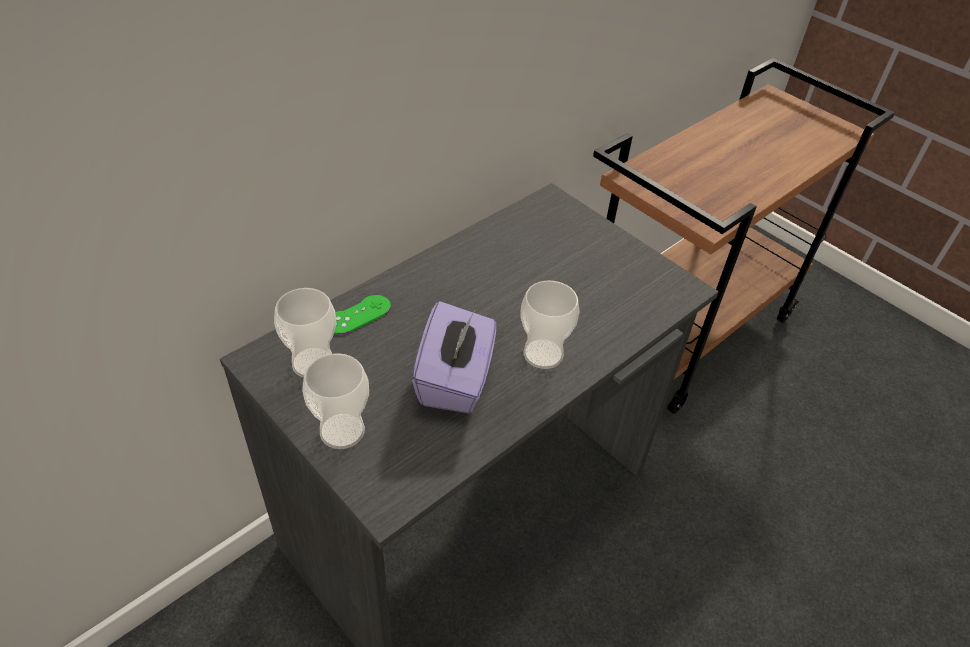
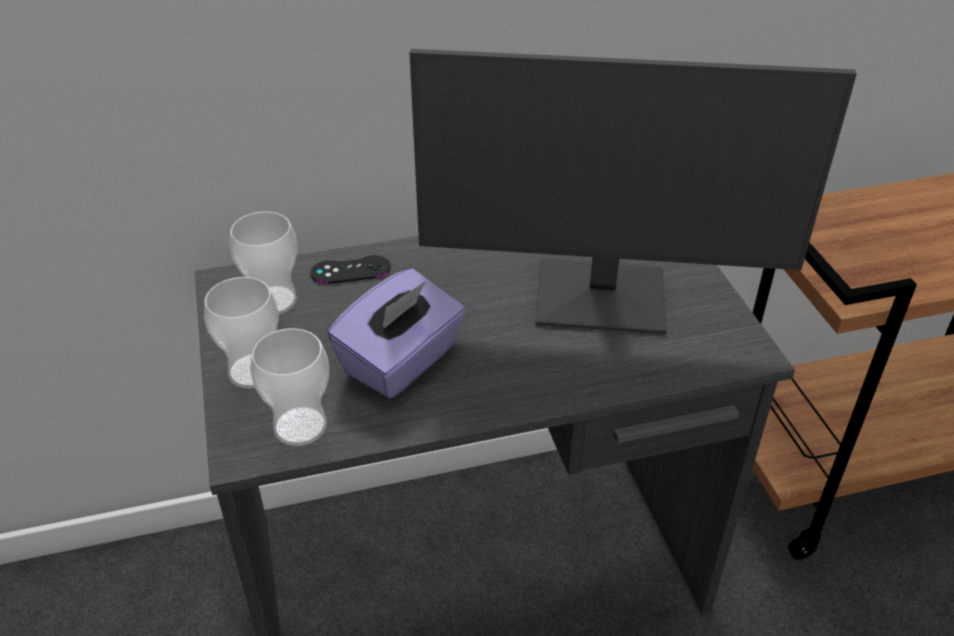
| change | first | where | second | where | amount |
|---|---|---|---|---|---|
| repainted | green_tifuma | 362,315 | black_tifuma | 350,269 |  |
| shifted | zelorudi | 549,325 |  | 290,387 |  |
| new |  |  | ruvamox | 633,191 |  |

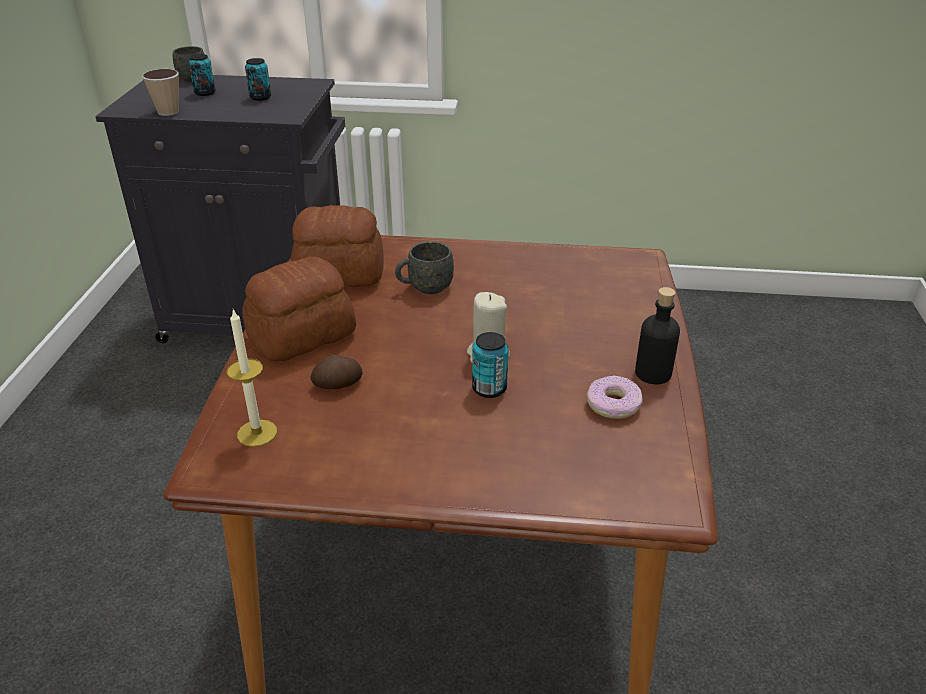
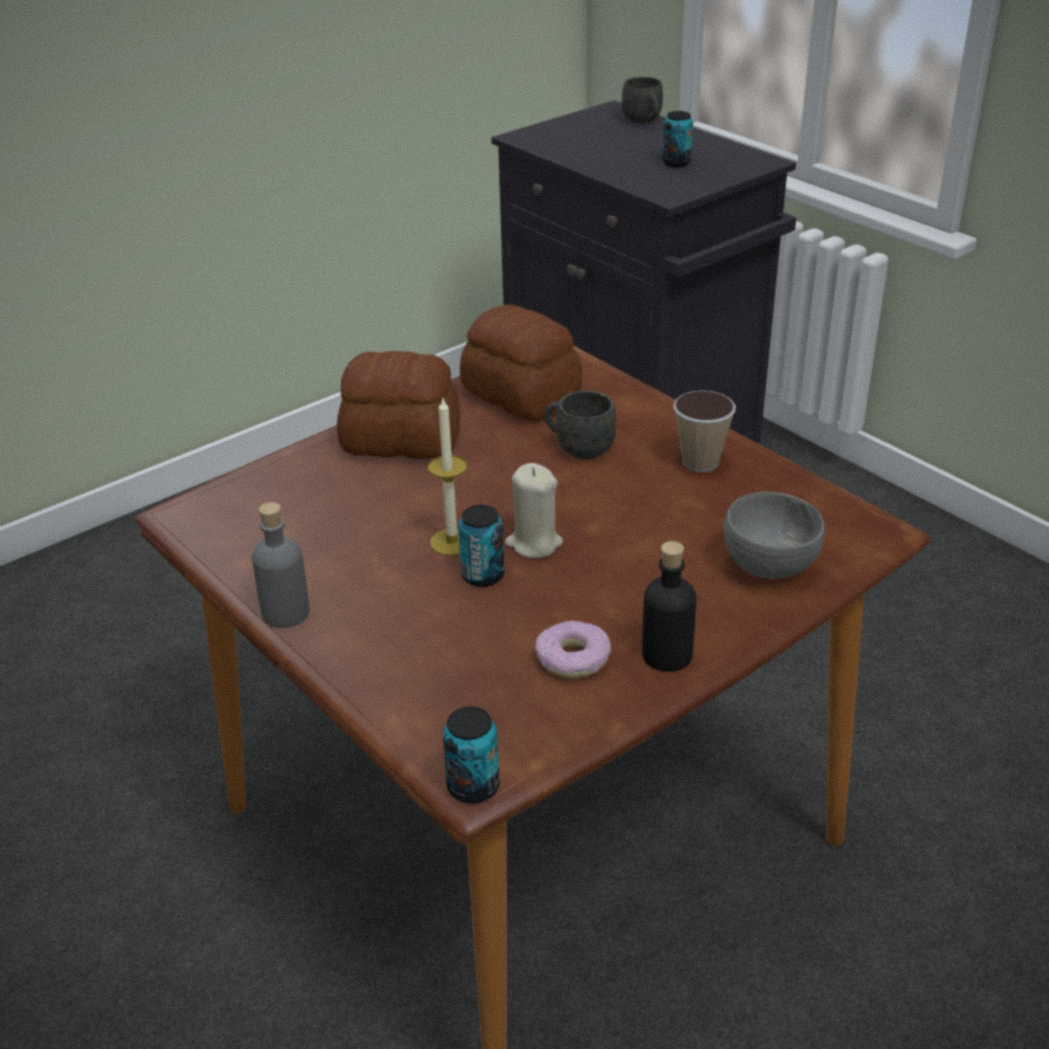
| change | first | where | second | where | amount |
|---|---|---|---|---|---|
| shifted | zelorudi | 160,92 |  | 704,431 |  |
| shifted | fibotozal | 202,75 |  | 471,755 |  |
| shifted | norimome | 252,378 |  | 447,476 |  |
| gone | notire | 336,372 |  |  |  |
| new |  |  | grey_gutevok | 281,565 |  |
| new |  |  | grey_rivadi | 774,535 |  |

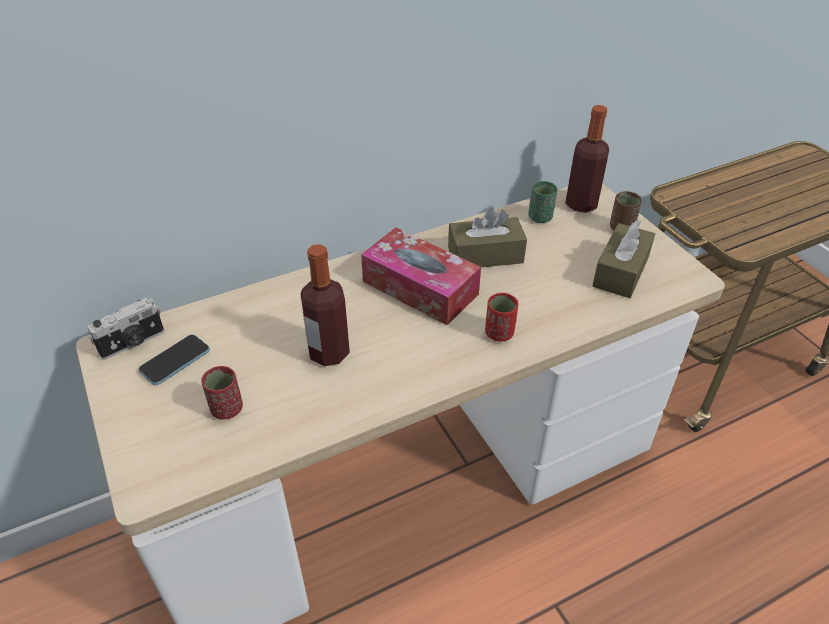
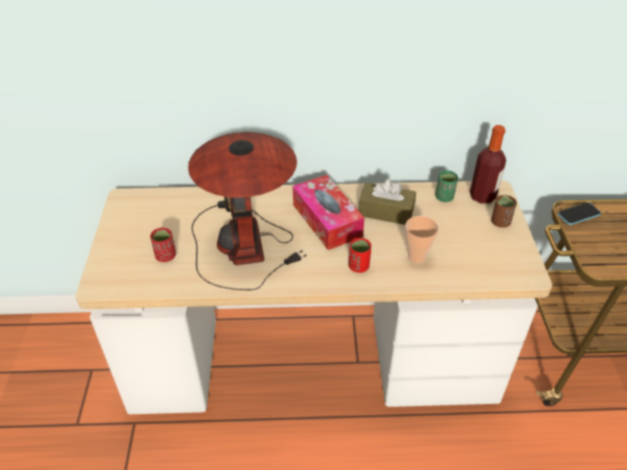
| change | first | where | second | where | amount |
|---|---|---|---|---|---|
| gone | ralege | 125,329 |  |  |  |
| shifted | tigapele | 174,360 |  | 579,213 |  |
| swapped | gutevok | 325,305 | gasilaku | 247,211 |  |
| gone | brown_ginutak | 623,258 |  |  |  |
| new |  |  | zelorudi | 422,239 |  |

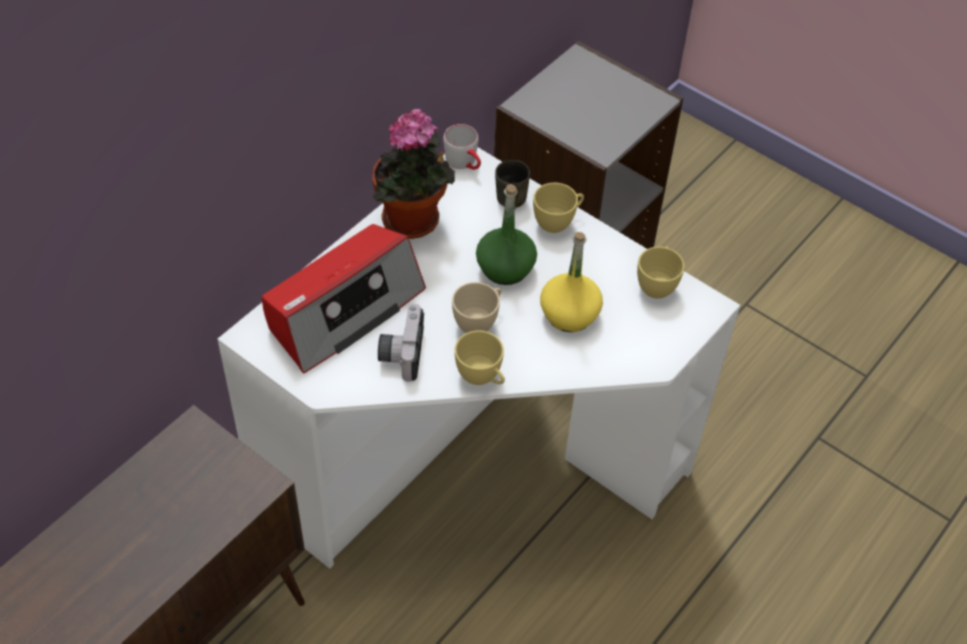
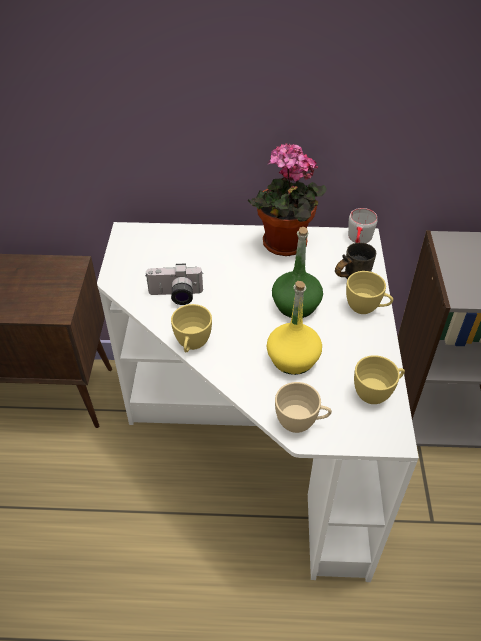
| change | first | where | second | where | amount |
|---|---|---|---|---|---|
| gone | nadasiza | 343,298 |  |  |  |
| rotated | ralege | 401,342 |  | 174,284 | 150 degrees counterclockwise |
| shifted | beige_zelorudi | 476,307 |  | 303,407 |  |

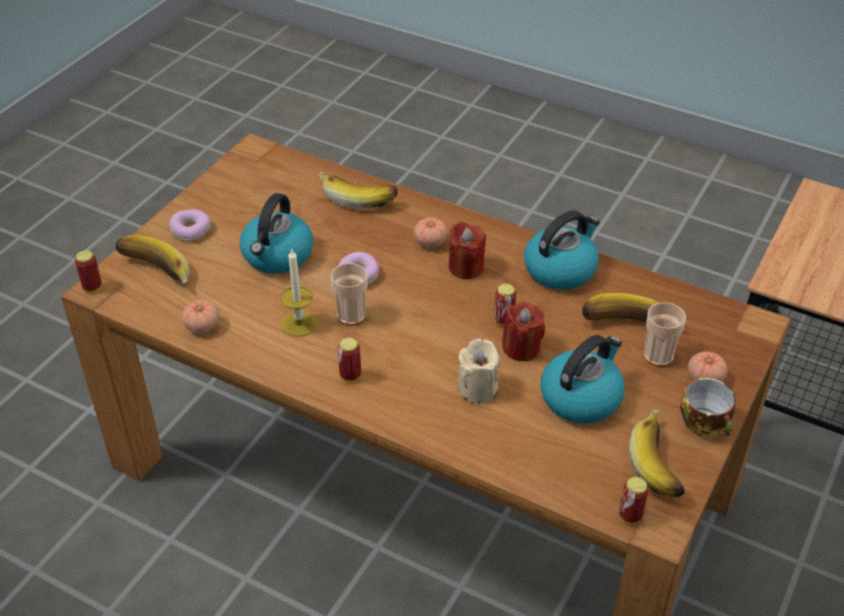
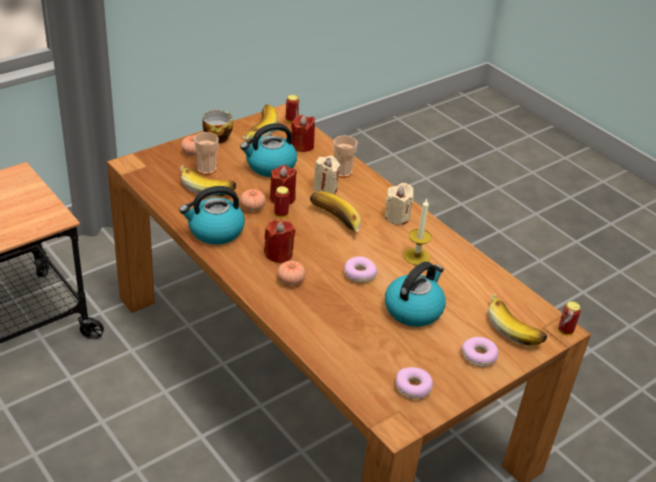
| change | first | where | second | where | amount |
|---|---|---|---|---|---|
| shifted | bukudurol | 201,316 |  | 253,200 |  |
| shifted | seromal | 358,190 |  | 335,212 |  |
| shifted | zelorudi | 349,294 |  | 345,157 |  |
| swapped | fibotozal | 349,360 | beige_norimome | 399,204 |  |
| new |  |  | red_norimome | 303,133 |  |
| new |  |  | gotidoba | 414,383 |  |

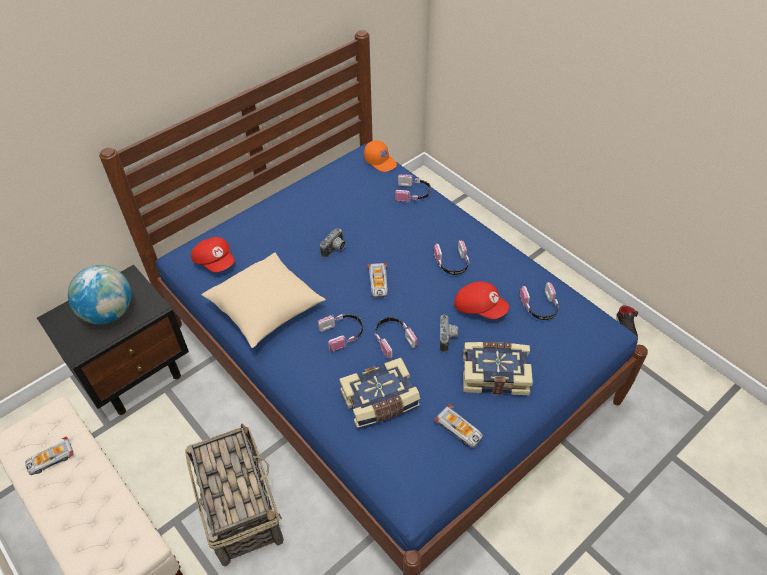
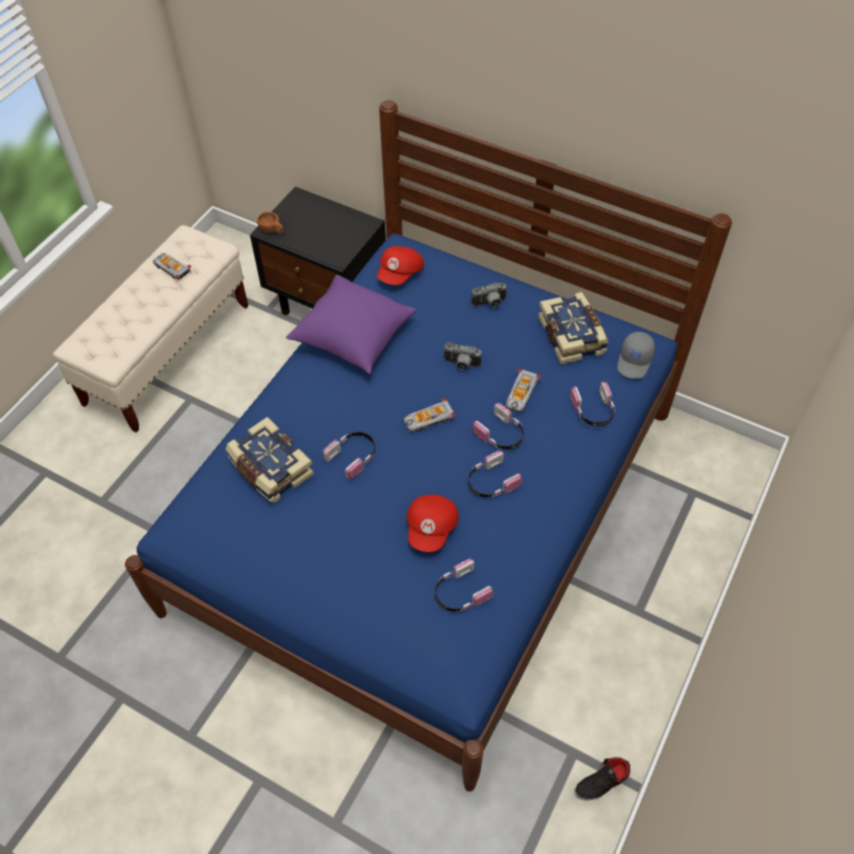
| change | first | where | second | where | amount |
|---|---|---|---|---|---|
| gone | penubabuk | 99,294 |  |  |  |
| gone | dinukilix | 234,495 |  |  |  |
| repainted | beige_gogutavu | 264,300 | purple_gogutavu | 351,324 |  |
| shifted | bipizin | 340,333 |  | 498,426 |  |
| repainted | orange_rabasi | 380,156 | grey_rabasi | 636,355 |  |
| shifted | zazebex | 458,426 |  | 523,391 |  |
| shifted | ralege | 449,333 |  | 490,294 |  |
| shifted | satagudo | 498,368 |  | 573,328 |  |
| new |  |  | brown_zelorudi | 270,223 |  |

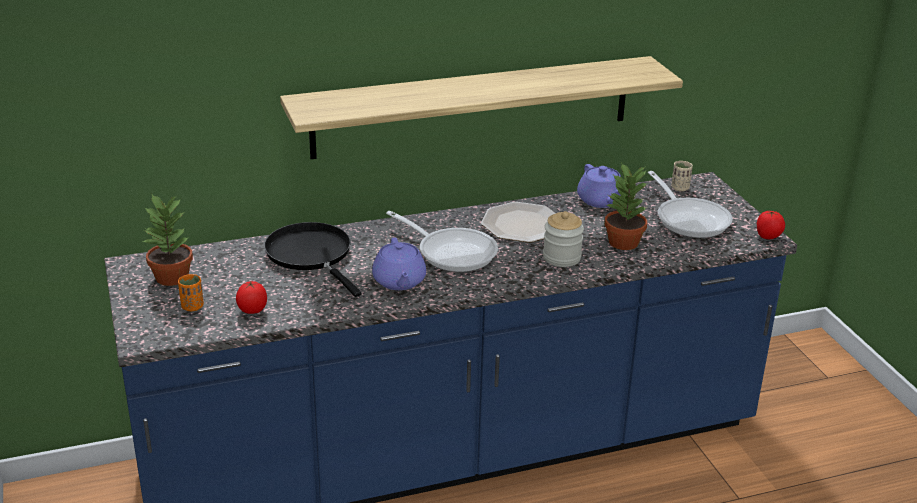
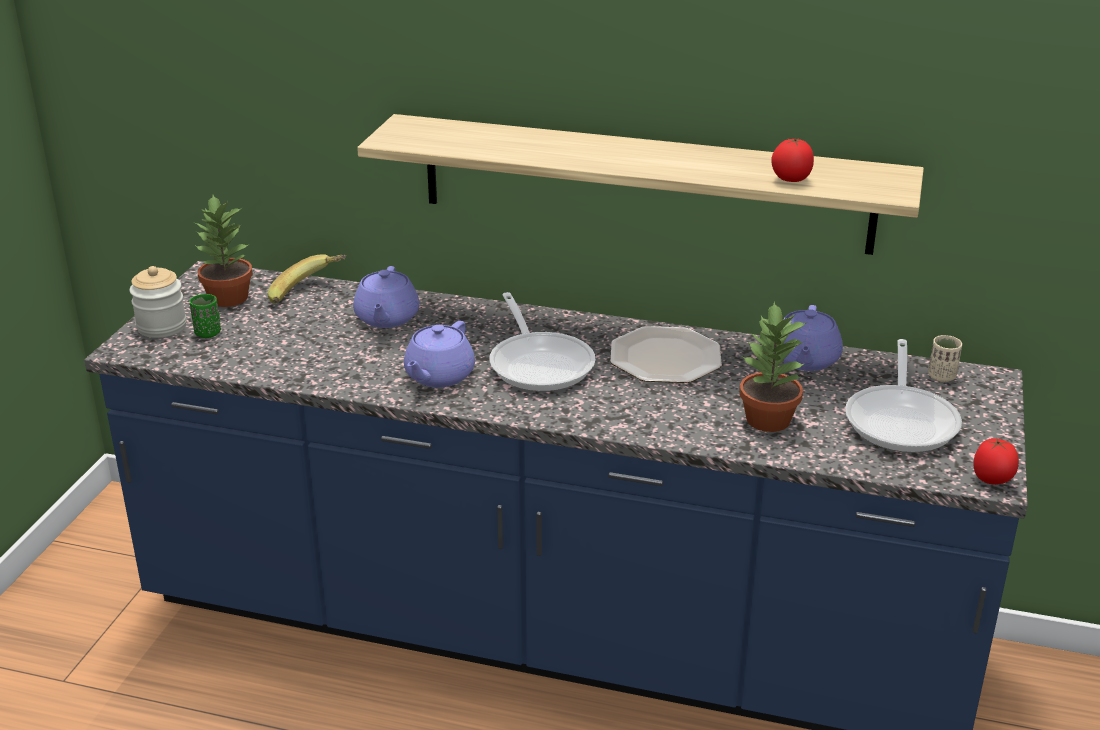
| change | first | where | second | where | amount |
|---|---|---|---|---|---|
| repainted | orange_zelorudi | 191,292 | green_zelorudi | 205,316 |  |
| shifted | bukudurol | 251,297 |  | 792,160 |  |
| swapped | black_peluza | 313,259 | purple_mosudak | 386,297 |  |
| shifted | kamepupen | 563,239 |  | 158,302 |  |
| new |  |  | seromal | 306,279 |  |

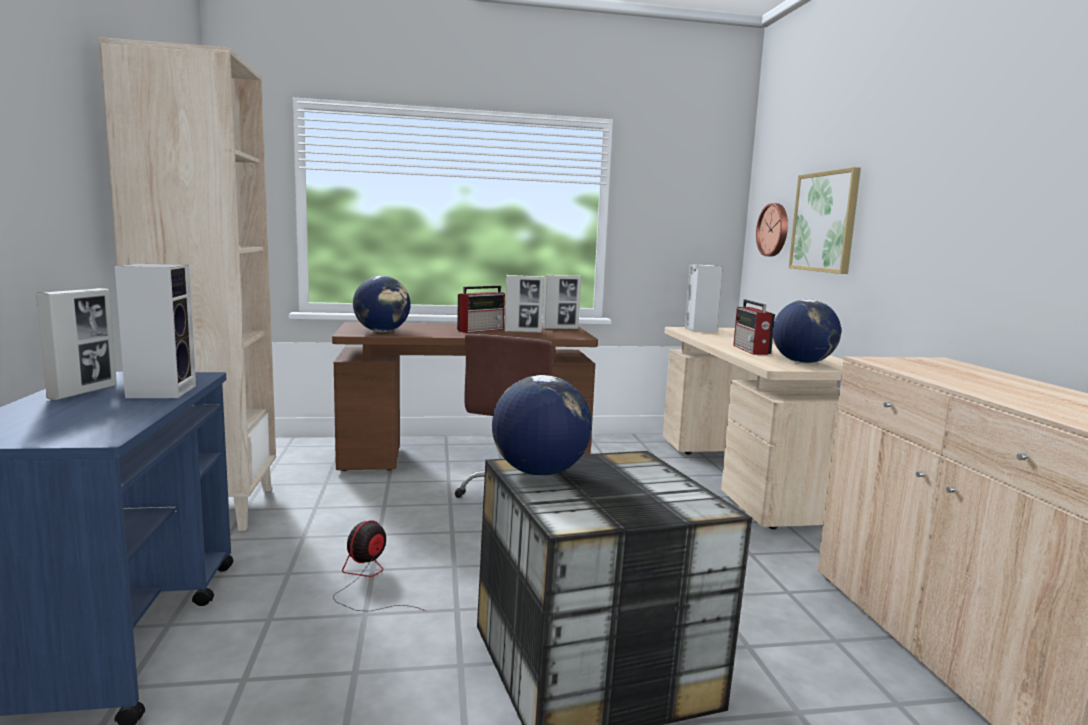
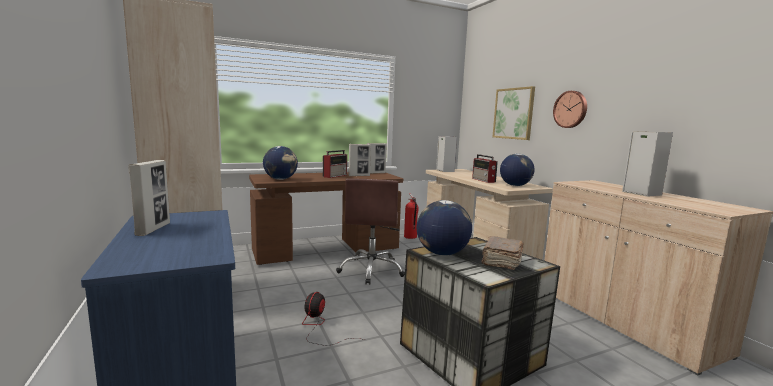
| change | first | where | second | where | amount |
|---|---|---|---|---|---|
| shifted | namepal | 155,330 |  | 647,164 |  |
| shifted | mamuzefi | 772,229 |  | 570,109 |  |
| new |  |  | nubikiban | 411,216 |  |
| new |  |  | brown_satagudo | 502,253 |  |

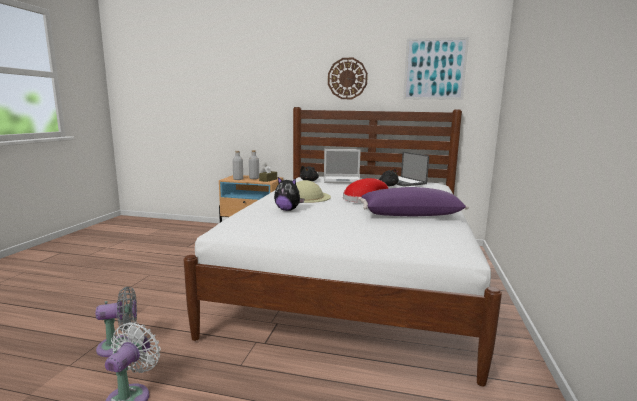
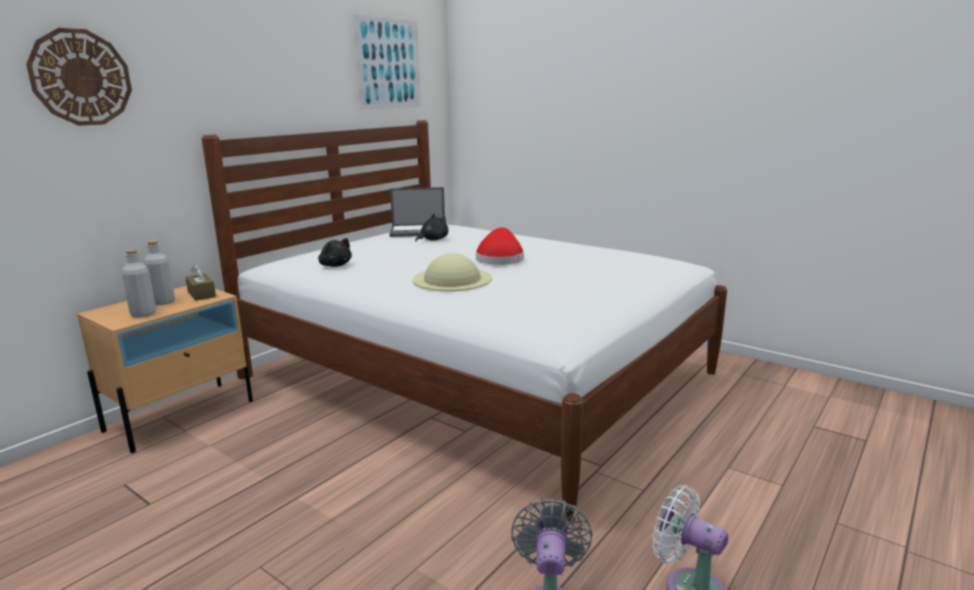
| change | first | where | second | where | amount |
|---|---|---|---|---|---|
| gone | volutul | 289,194 |  |  |  |
| gone | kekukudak | 342,166 |  |  |  |
| shifted | mamuzefi | 348,78 |  | 79,77 |  |
| gone | purple_gogutavu | 413,201 |  |  |  |

